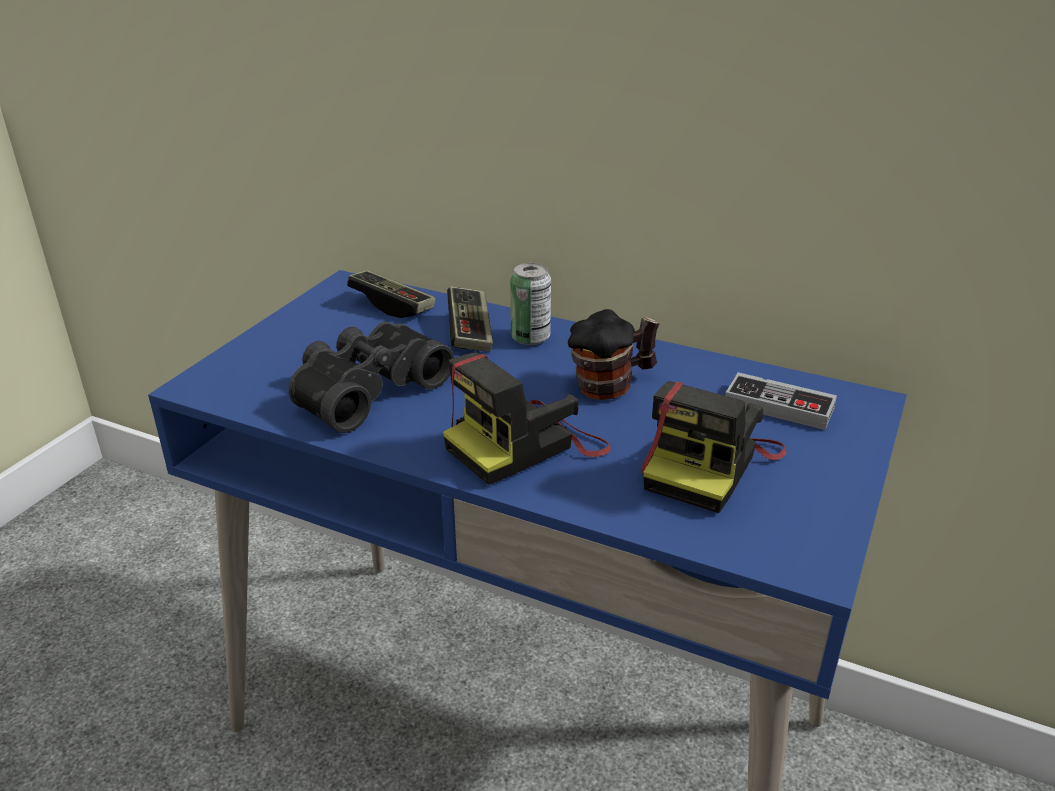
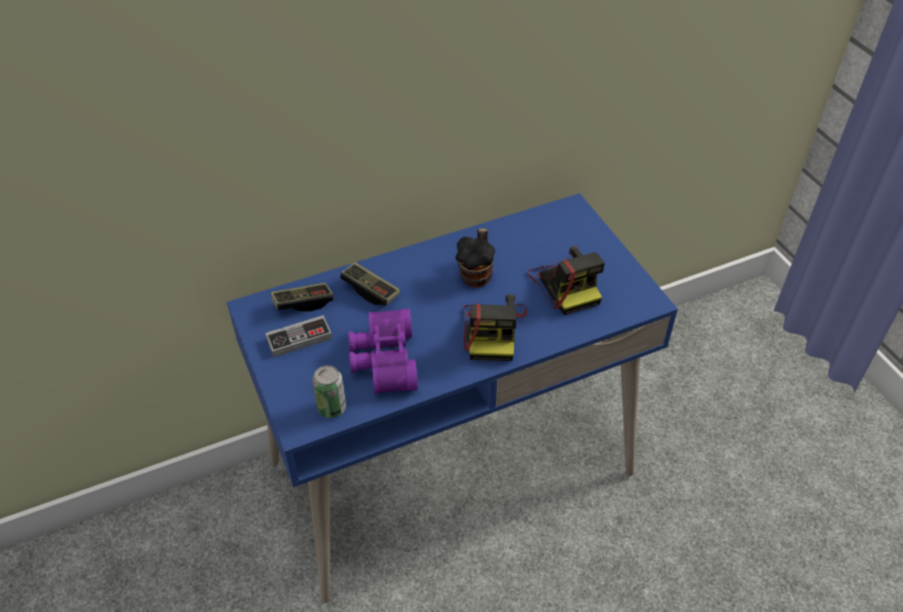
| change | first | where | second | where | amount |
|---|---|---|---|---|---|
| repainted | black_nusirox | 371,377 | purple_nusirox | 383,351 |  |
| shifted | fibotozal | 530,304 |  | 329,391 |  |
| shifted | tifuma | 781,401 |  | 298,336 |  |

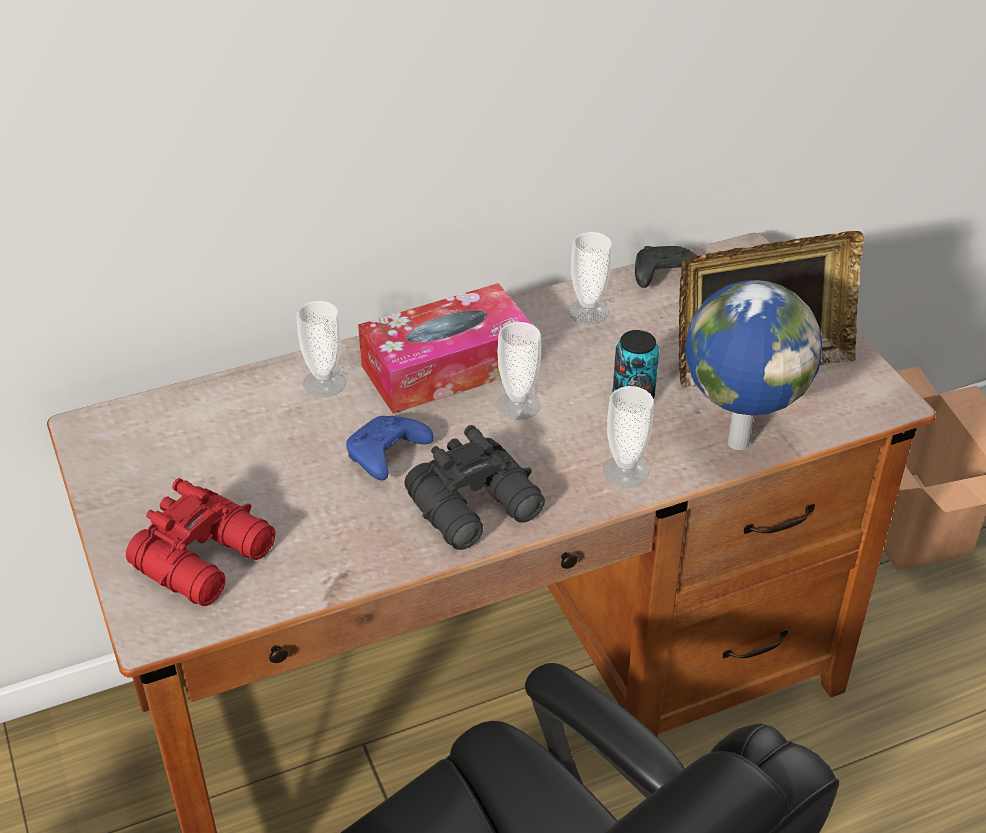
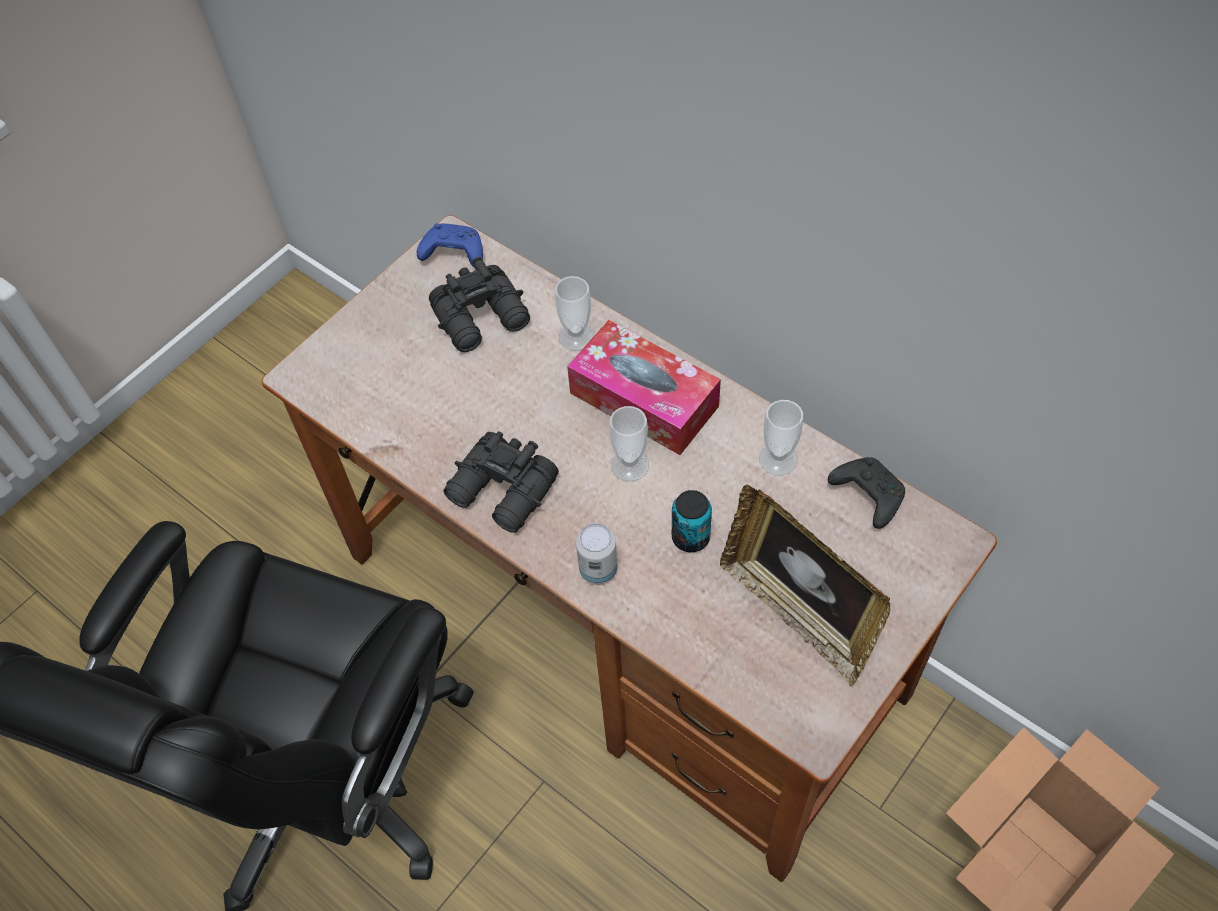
| change | first | where | second | where | amount |
|---|---|---|---|---|---|
| gone | red_nusirox | 200,542 |  |  |  |
| shifted | blue_tifuma | 390,448 |  | 450,245 |  |
| swapped | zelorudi | 628,437 | fibotozal | 597,553 |  |
| gone | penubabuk | 753,365 |  |  |  |
| new |  |  | black_nusirox | 479,304 |  |

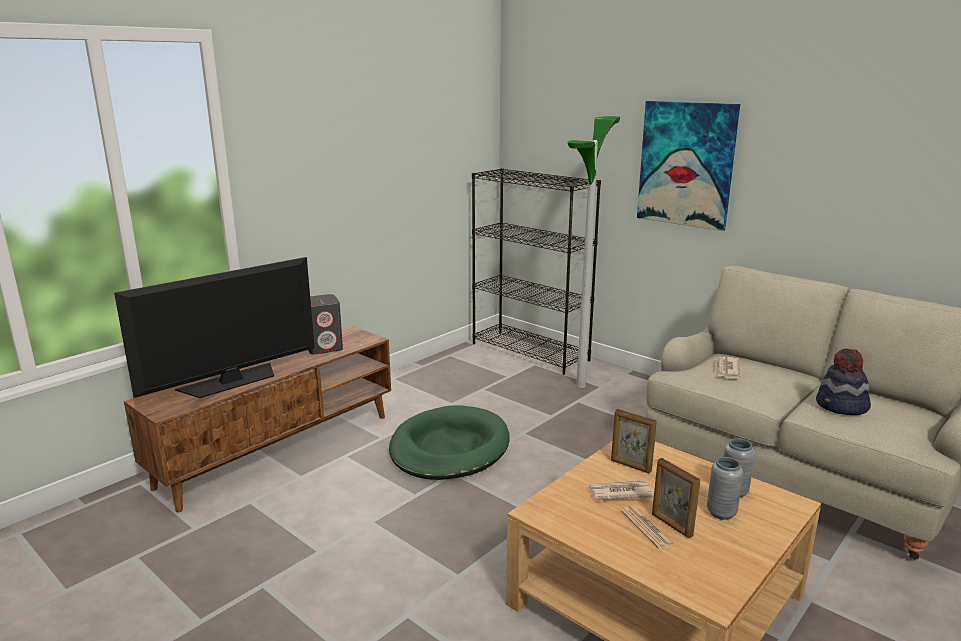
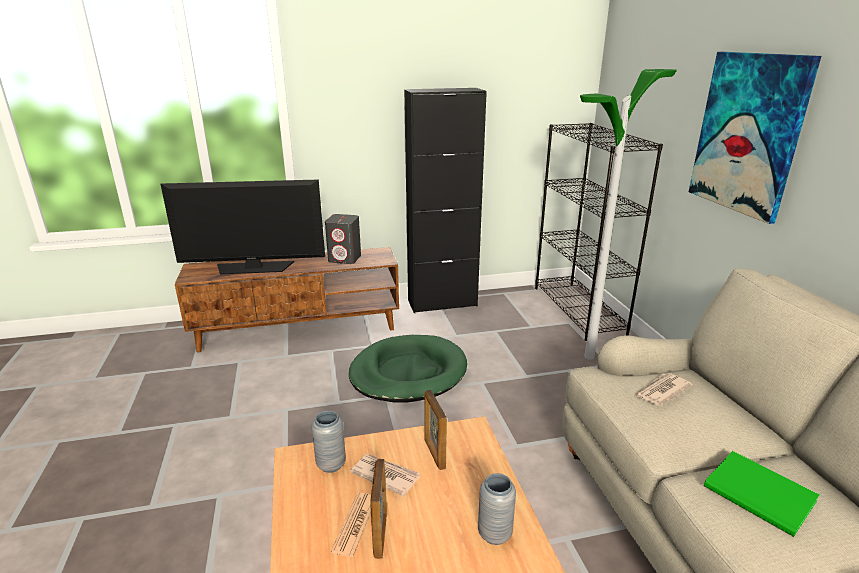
| change | first | where | second | where | amount |
|---|---|---|---|---|---|
| shifted | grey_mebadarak | 725,488 |  | 329,442 |  |
| swapped | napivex | 843,382 | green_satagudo | 761,494 |  |
| new |  |  | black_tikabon | 445,200 |  |

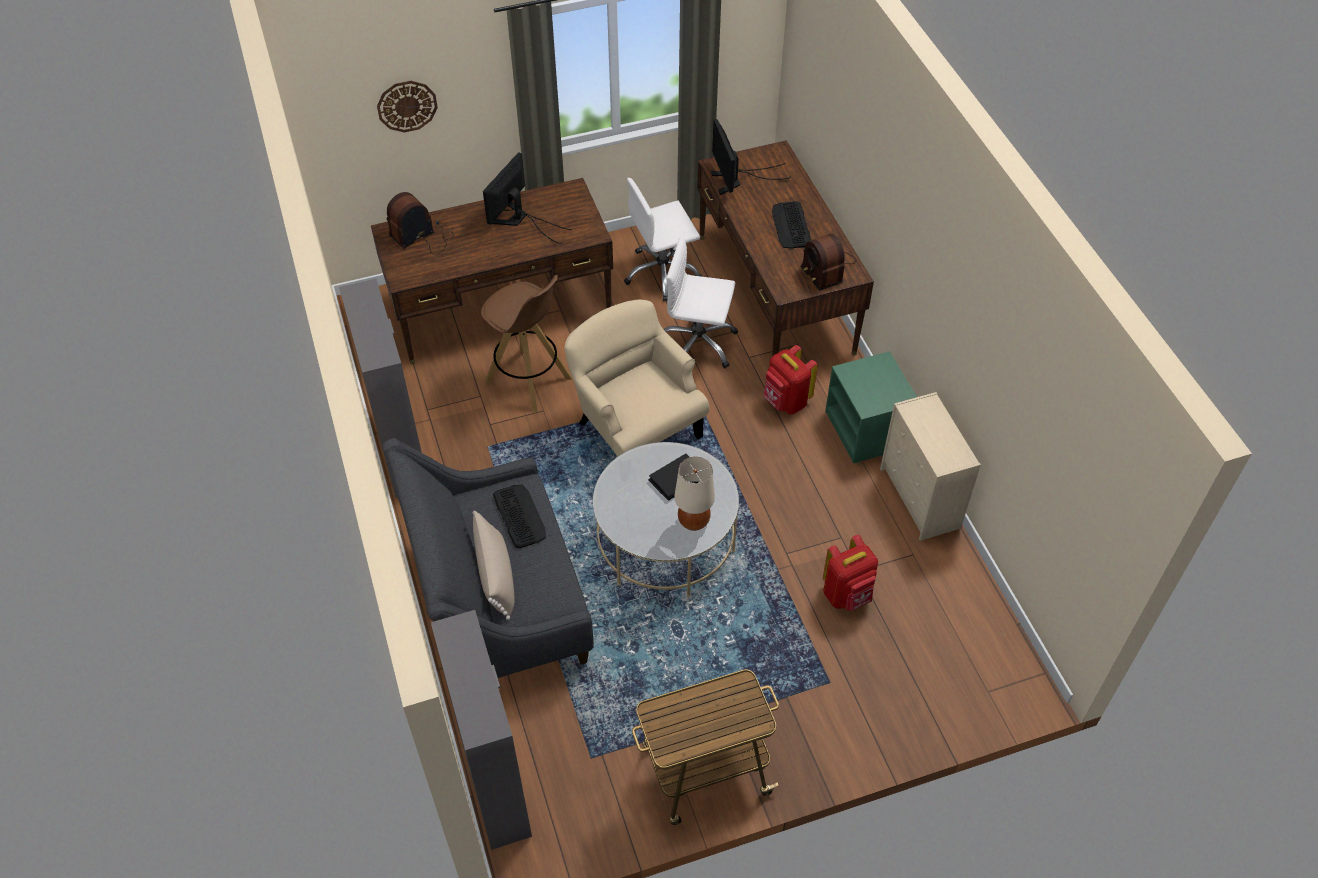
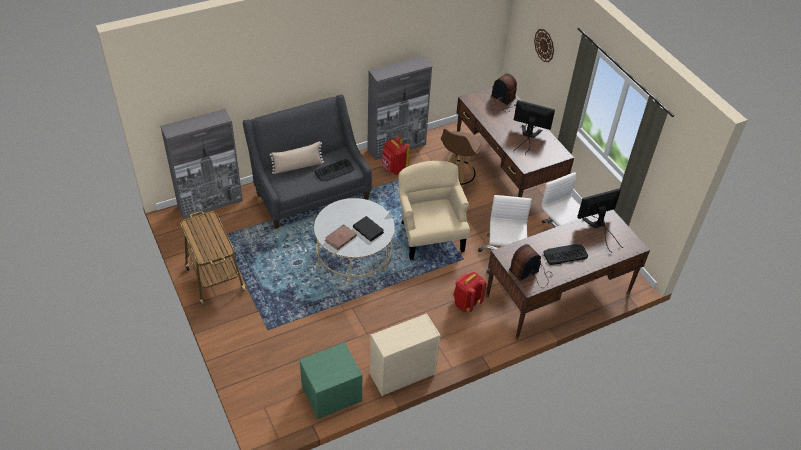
| change | first | where | second | where | amount |
|---|---|---|---|---|---|
| rotated | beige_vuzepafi | 637,378 |  | 434,210 | 60 degrees counterclockwise |
| swapped | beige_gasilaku | 694,493 | brown_satagudo | 340,237 |  |
| shifted | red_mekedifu | 850,573 |  | 395,155 |  |
| shifted | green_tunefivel | 871,407 |  | 331,380 |  |

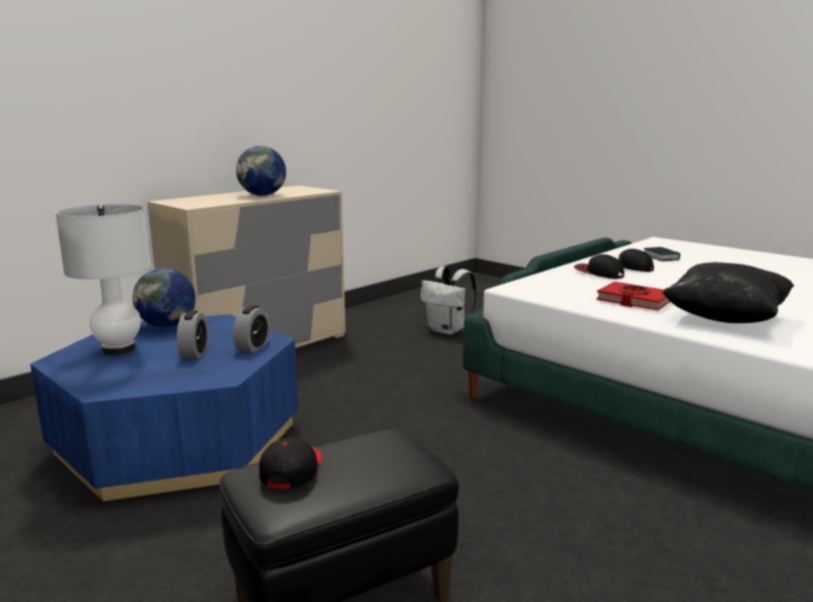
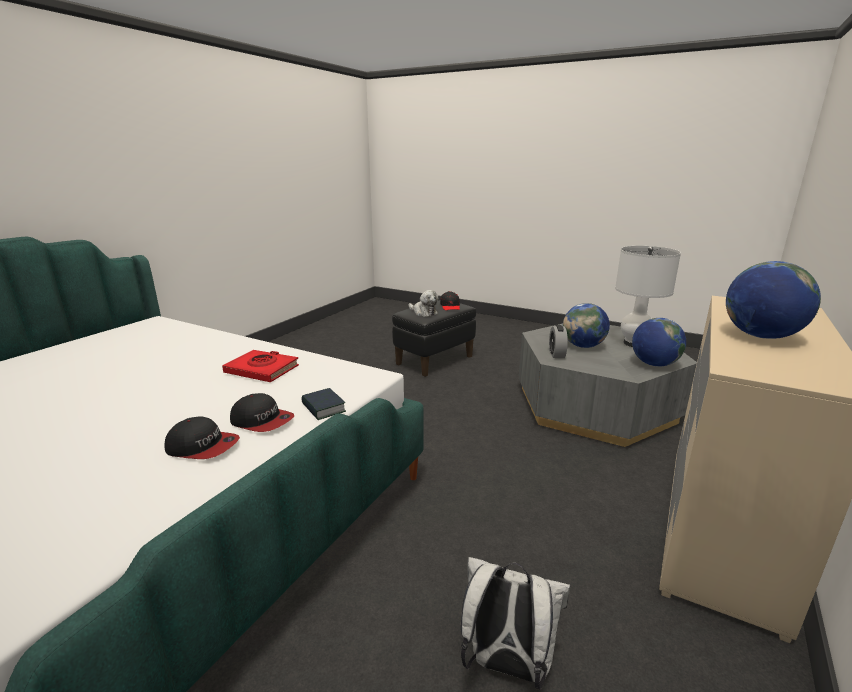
| change | first | where | second | where | amount |
|---|---|---|---|---|---|
| repainted | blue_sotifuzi | 164,407 | grey_sotifuzi | 608,385 |  |
| swapped | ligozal | 193,335 | penubabuk | 586,325 |  |
| shifted | satagudo | 662,254 |  | 324,404 |  |
| gone | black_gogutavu | 728,292 |  |  |  |
| new |  |  | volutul | 423,303 |  |

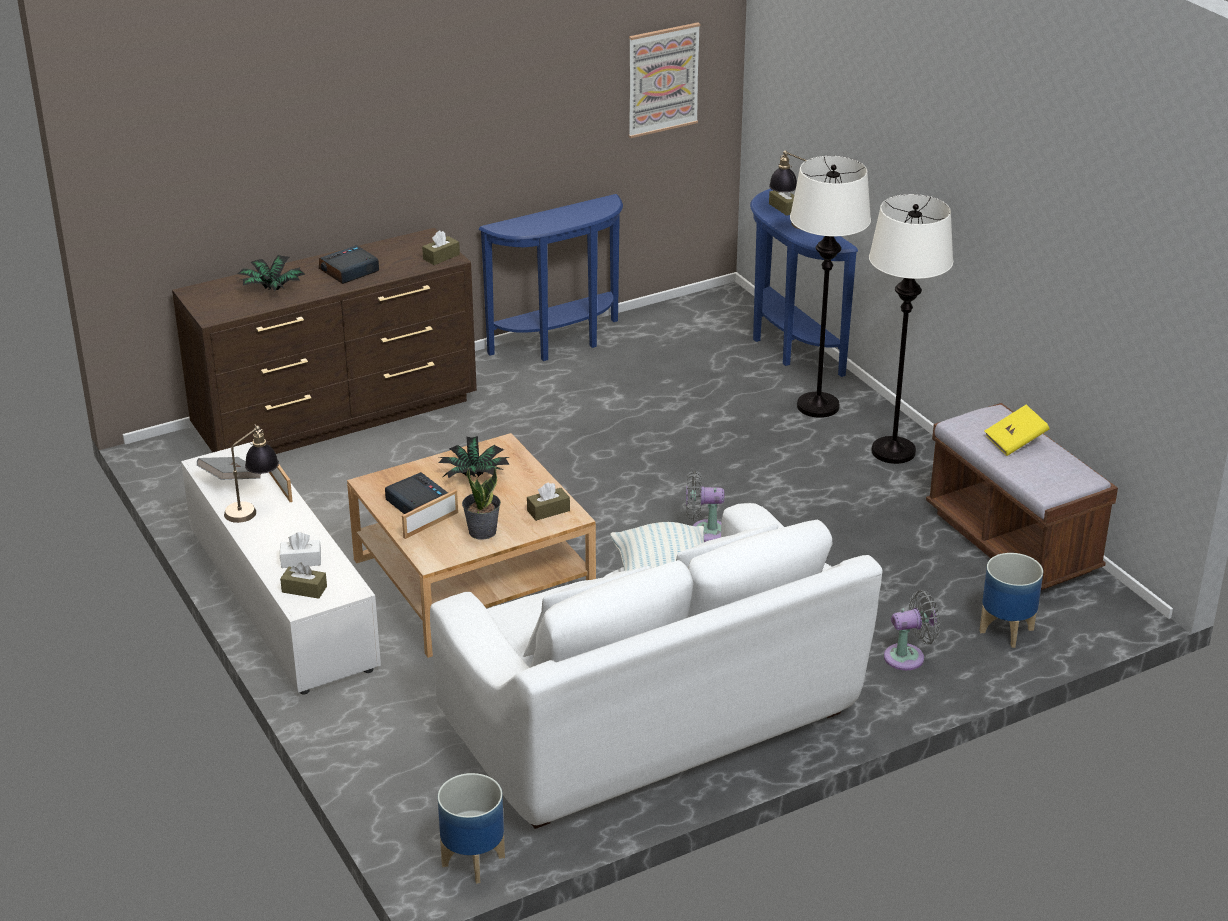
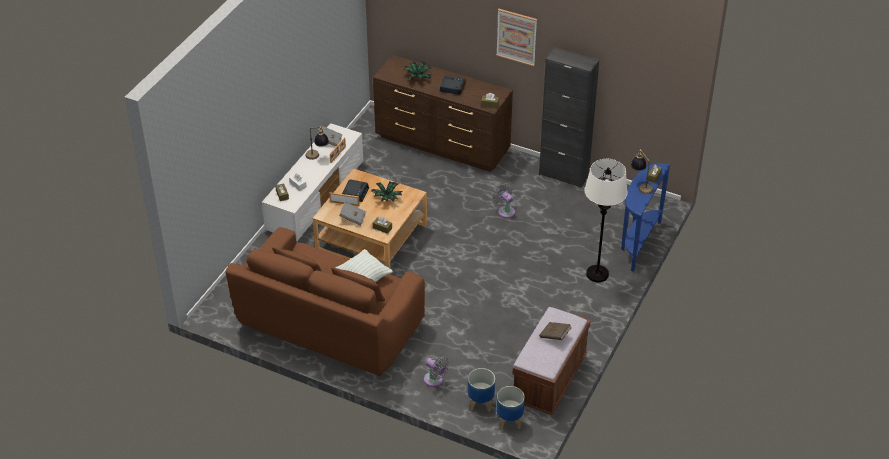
| change | first | where | second | where | amount |
|---|---|---|---|---|---|
| repainted | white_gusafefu | 656,666 | brown_gusafefu | 325,301 |  |
| shifted | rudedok | 471,828 |  | 510,407 |  |
| swapped | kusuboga | 481,503 | grey_satagudo | 352,214 |  |
| swapped | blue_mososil | 551,277 | black_tikabon | 569,117 |  |
| shifted | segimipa | 664,80 |  | 516,37 |  |
| shifted | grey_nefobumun | 705,506 |  | 504,200 |  |
| gone | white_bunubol | 911,329 |  |  |  |
| repainted | yellow_satagudo | 1017,430 | brown_satagudo | 555,331 |  |

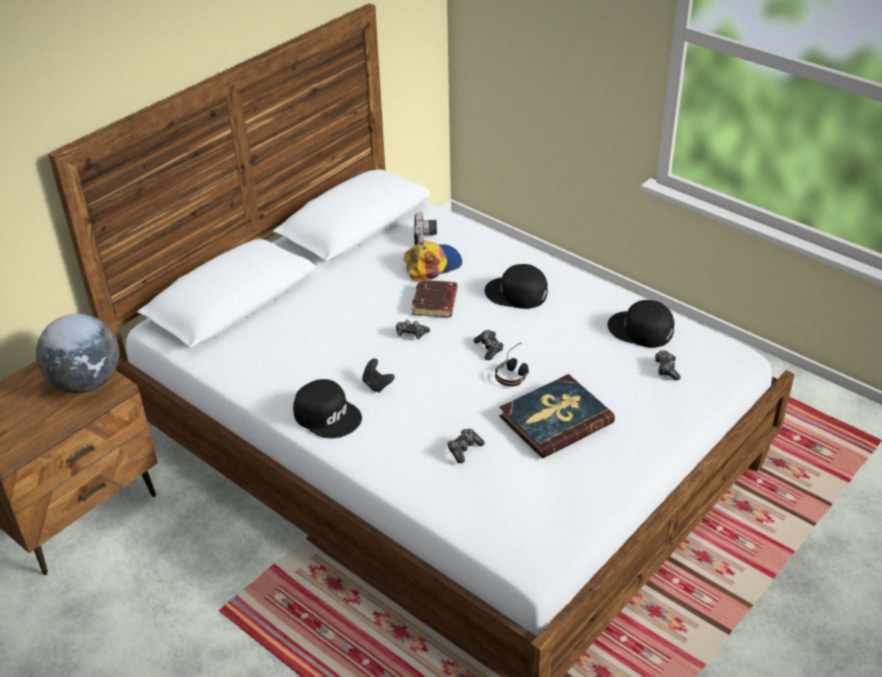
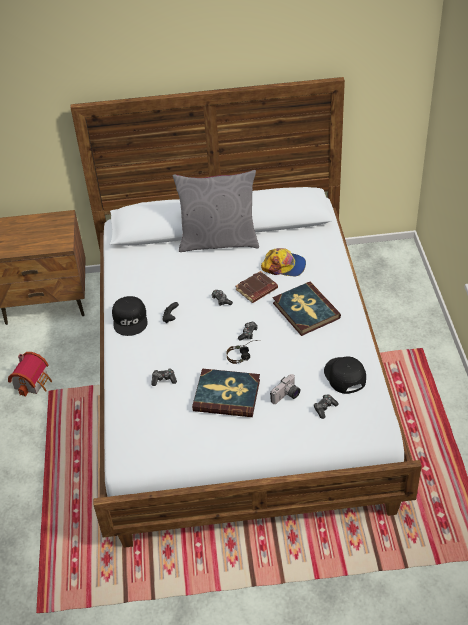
| change | first | where | second | where | amount |
|---|---|---|---|---|---|
| gone | penubabuk | 78,353 |  |  |  |
| shifted | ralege | 425,228 |  | 285,389 |  |
| swapped | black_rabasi | 516,286 | satagudo | 307,309 |  |
| new |  |  | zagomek | 30,374 |  |
| new |  |  | grey_gogutavu | 216,211 |  |

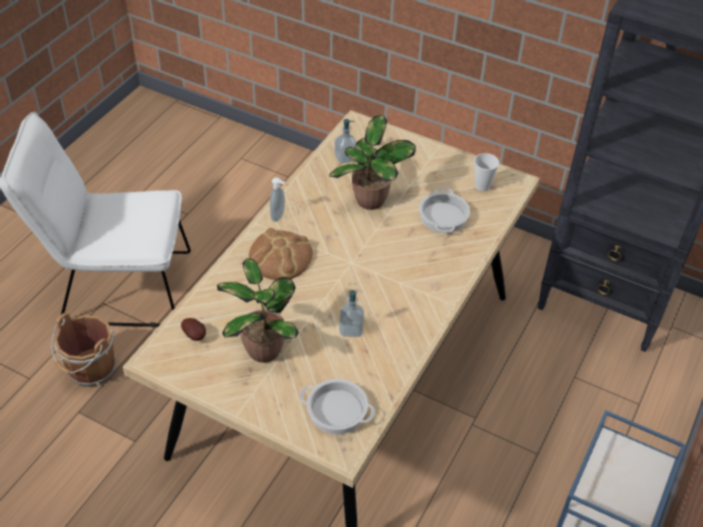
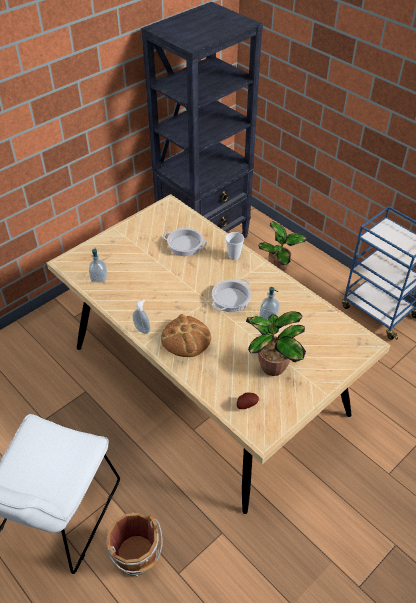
| change | first | where | second | where | amount |
|---|---|---|---|---|---|
| shifted | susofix | 337,407 |  | 231,295 |  |
| shifted | kusuboga | 372,162 |  | 282,247 |  |
| shifted | zelorudi | 486,172 |  | 235,246 |  |

